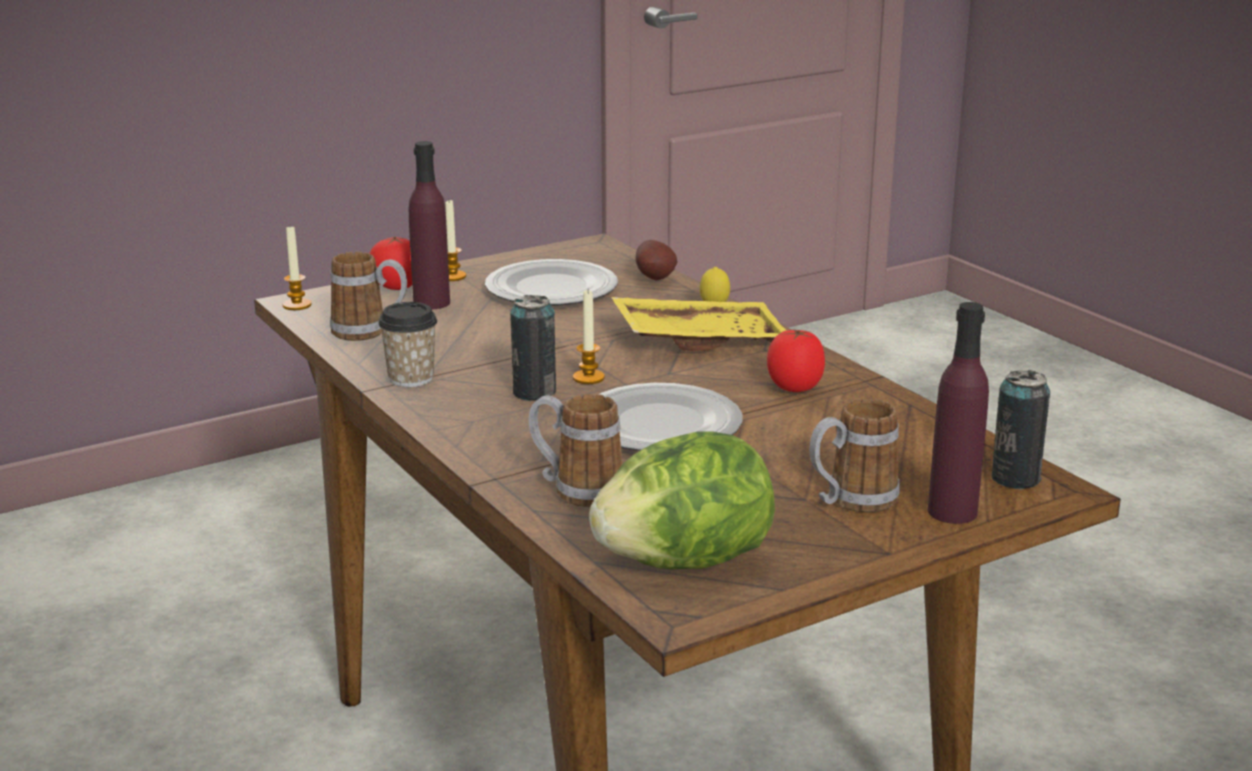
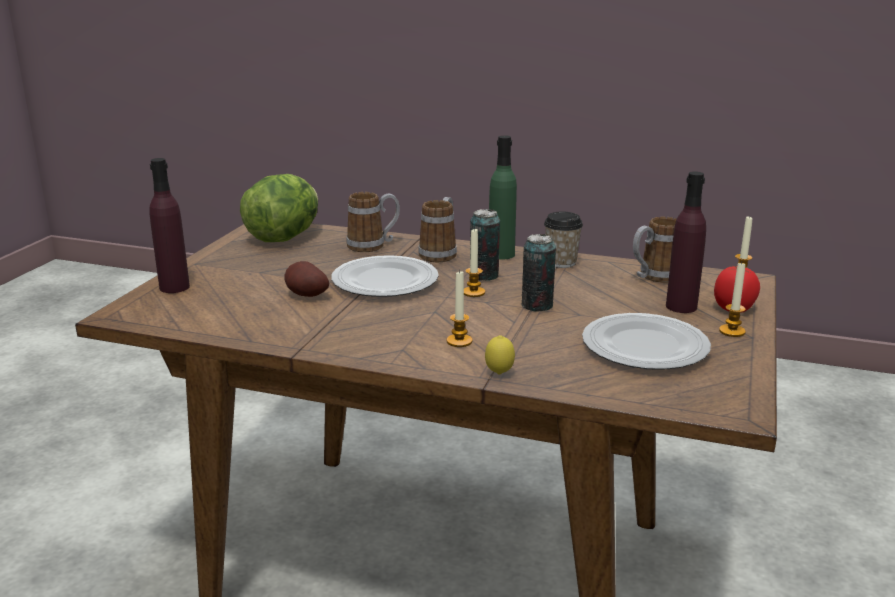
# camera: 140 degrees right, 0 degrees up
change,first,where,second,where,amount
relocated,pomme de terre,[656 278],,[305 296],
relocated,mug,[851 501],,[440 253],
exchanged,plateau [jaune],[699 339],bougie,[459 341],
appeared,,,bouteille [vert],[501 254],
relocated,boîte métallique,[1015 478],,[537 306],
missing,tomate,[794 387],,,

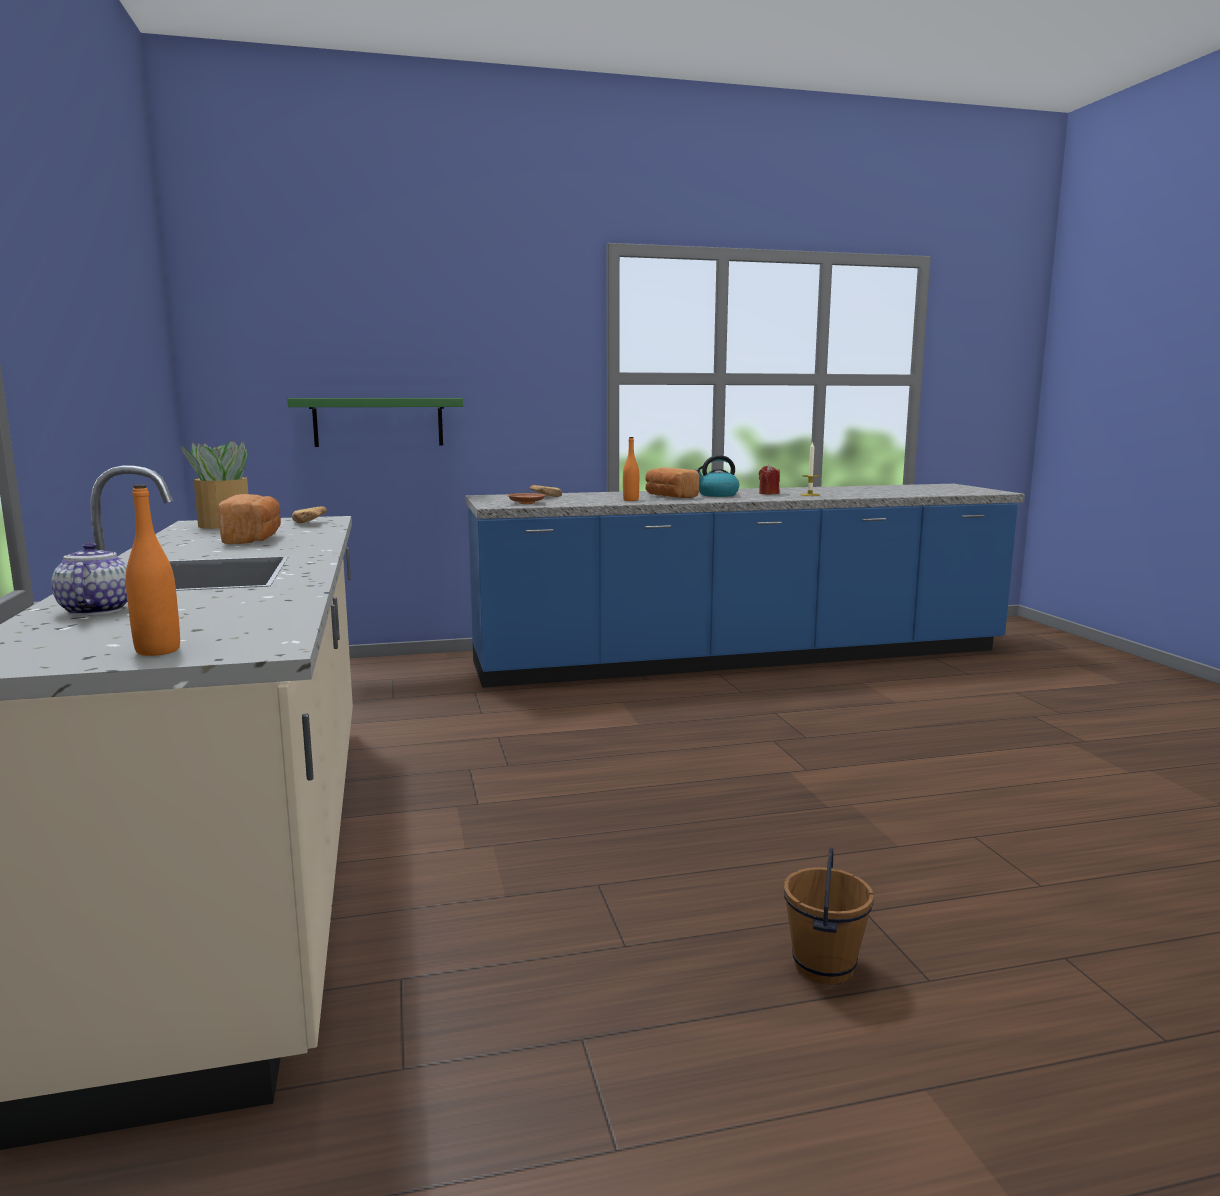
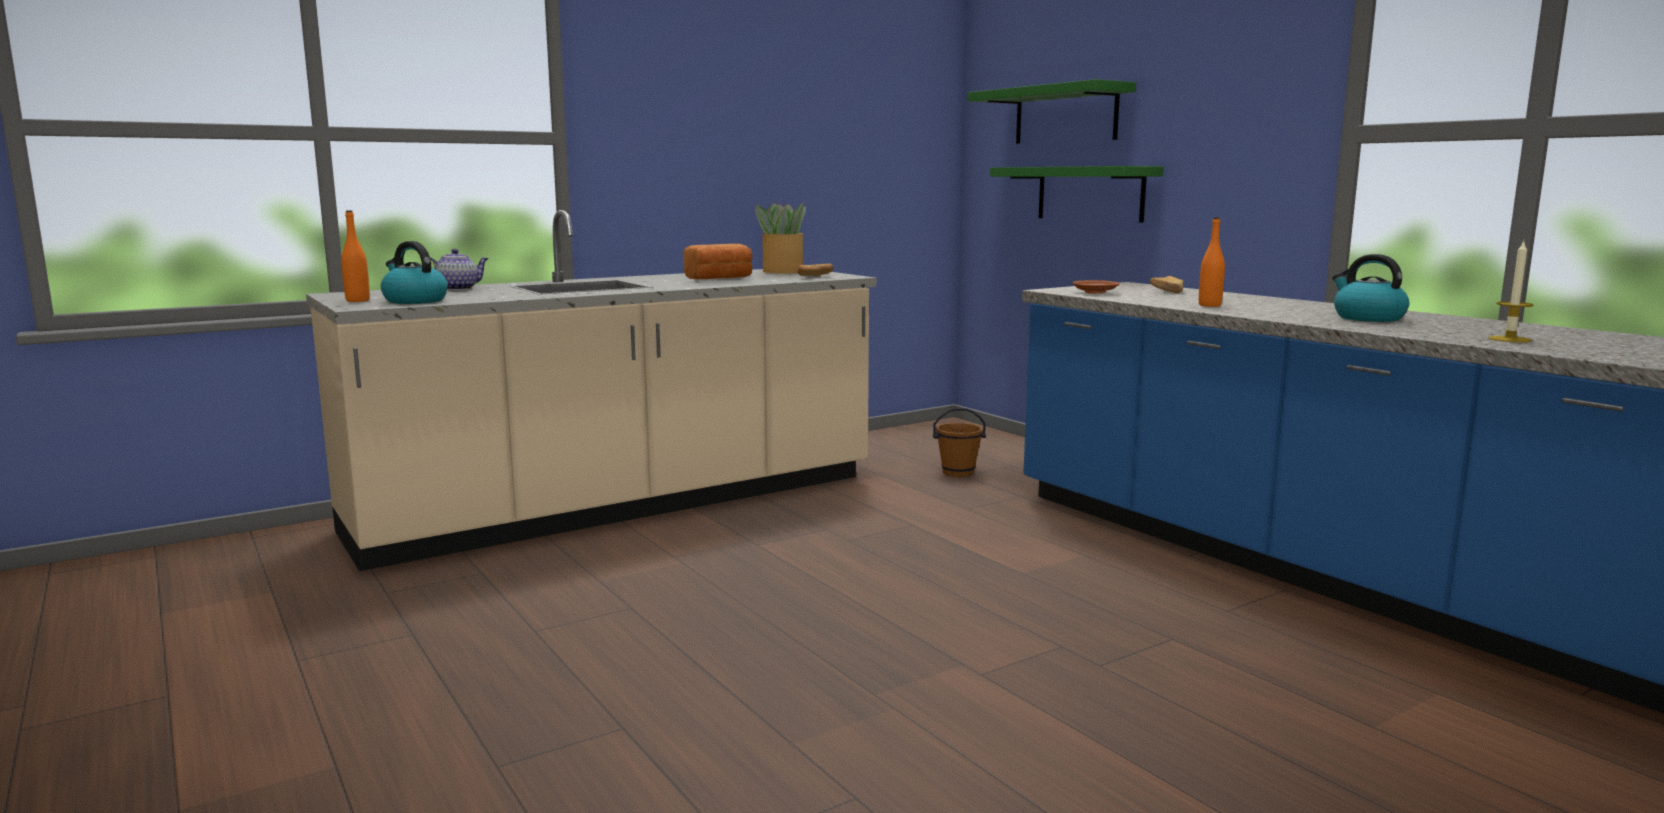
# camera: 70 degrees right, 0 degrees up
change,first,where,second,where,amount
appeared,,,bouilloire,[414 301],
relocated,seau [marron],[822 967],,[958 472],
appeared,,,étagère [vert],[1065 115],
missing,pain,[669 497],,,
missing,bougie [rouge],[768 493],,,

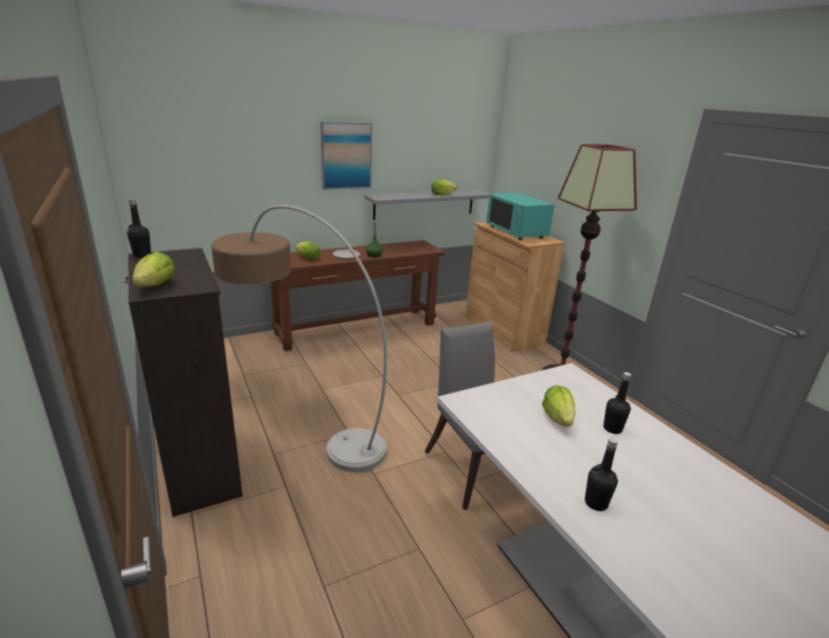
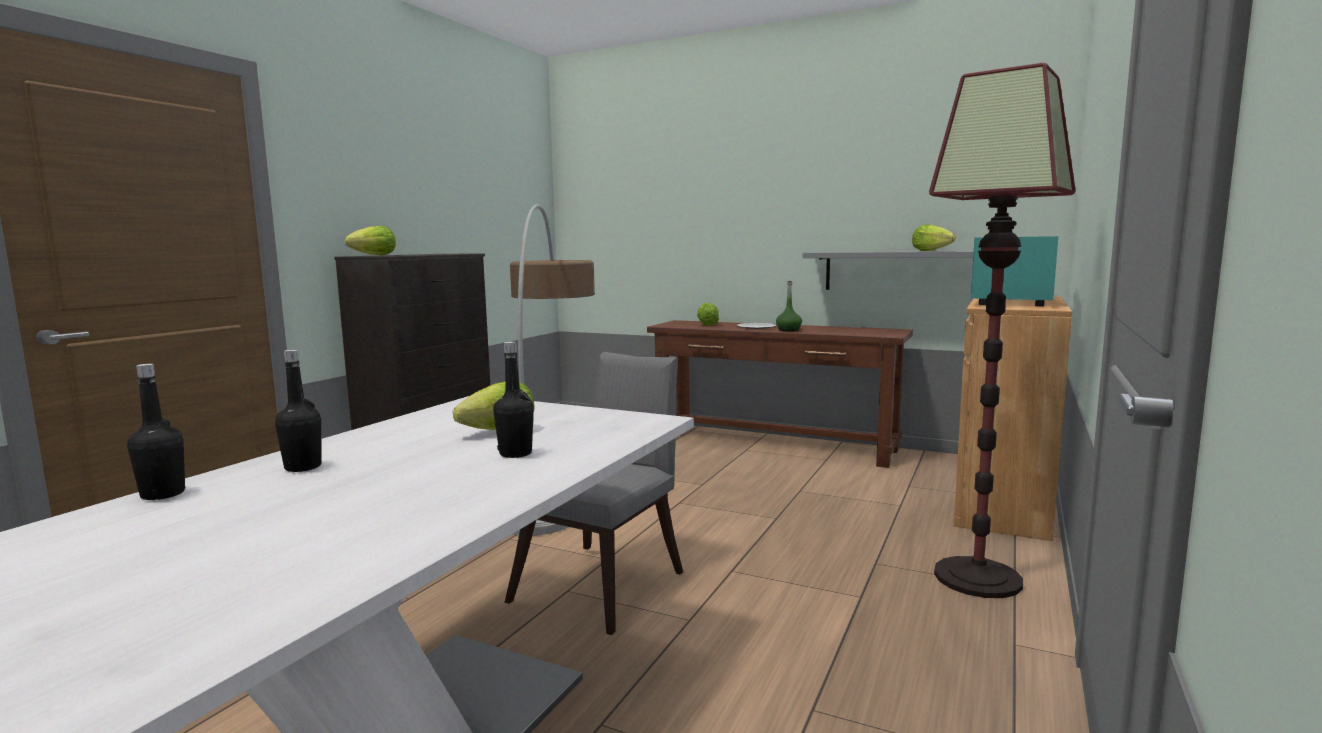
# camera: 55 degrees right, 15 degrees down
change,first,where,second,where,amount
relocated,bouteille [noir],[142 255],,[163 494],
missing,tableau,[346 156],,,

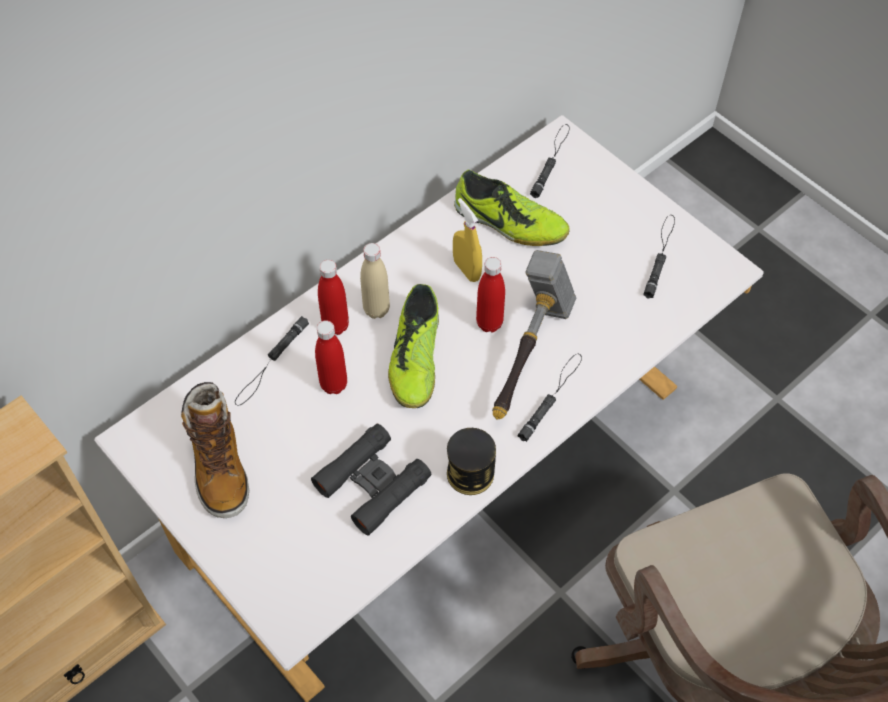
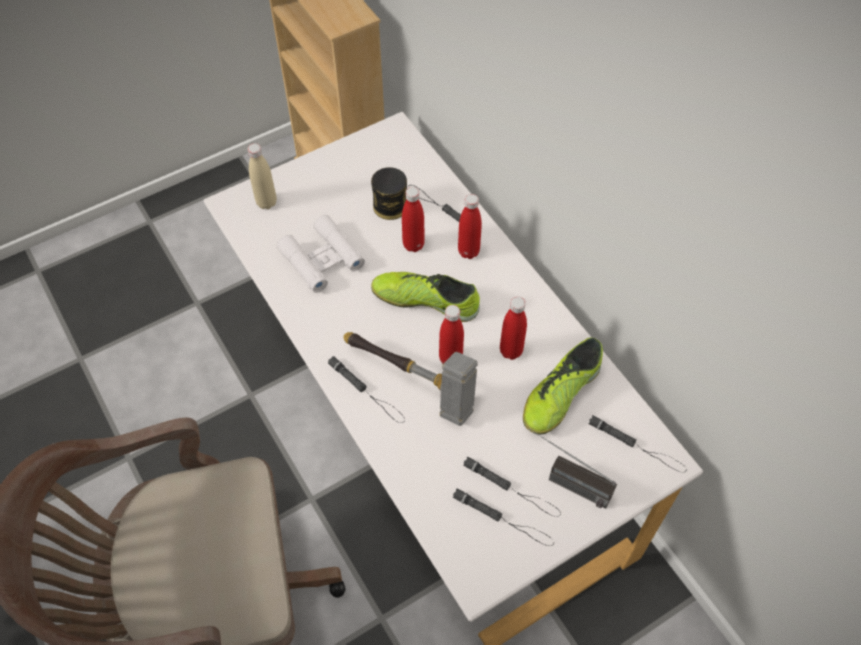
# camera: 100 degrees right, 0 degrees up
change,first,where,second,where,amount
relocated,bouteille [beige],[376 309],,[266 202],
colour,jumelles [noir],[372 483],jumelles [blanc],[322 259],
relocated,boîte métallique,[470 473],,[390 206],
appeared,,,lampe de poche [noir],[512 488],
exchanged,vaporisateur [jaune],[466 270],bouteille [rouge],[511 351],
appeared,,,radio,[563 481],
missing,botte,[219 465],,,

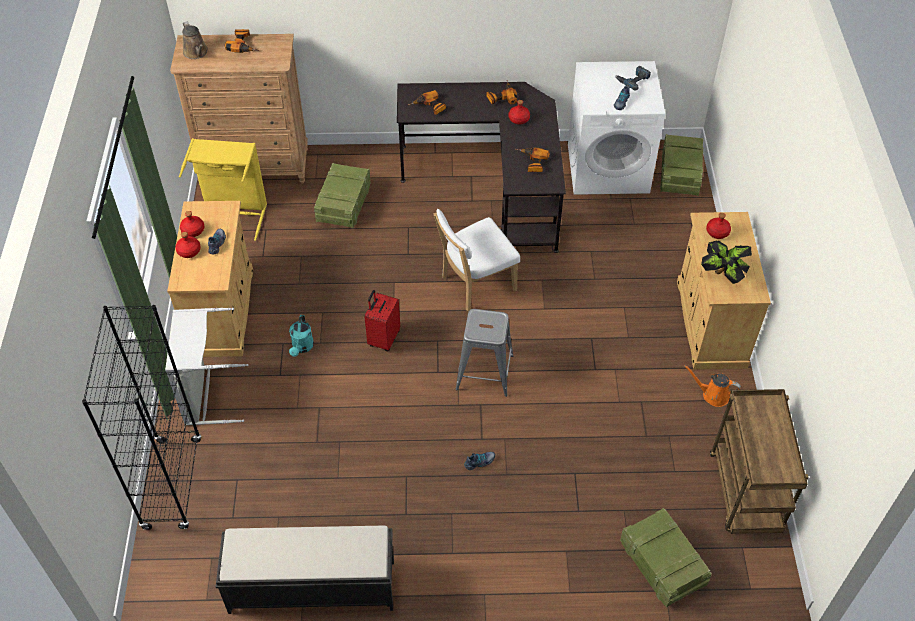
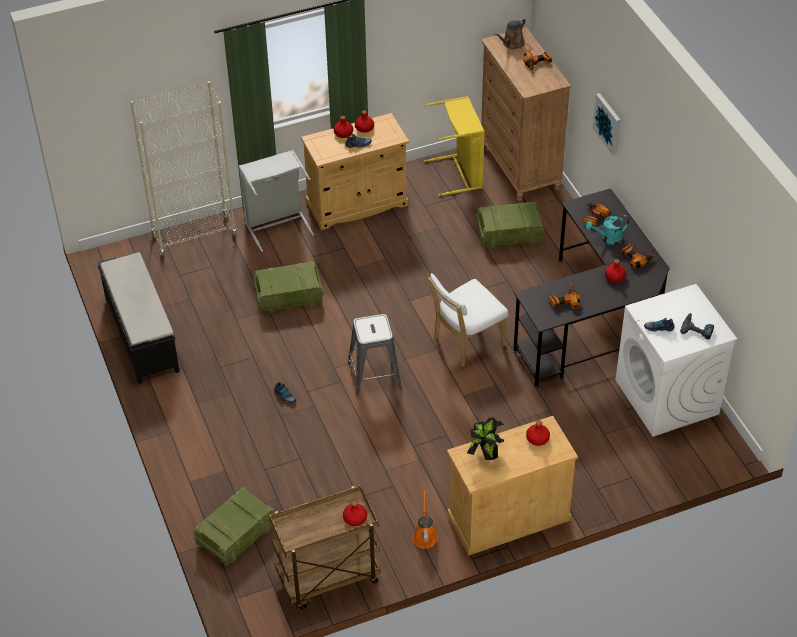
# camera: 70 degrees right, 5 degrees down
change,first,where,second,where,amount
colour,bibliothèque [noir],[172 483],bibliothèque [beige],[194 235],
relocated,caisse,[679 173],,[290 295],
appeared,,,bouteille [rouge],[355 518],
spun,chaise [blanc],[475 284],,[466 342],75 degrees counterclockwise
relocated,arrosoir [turquoise],[302 347],,[608 239],
appeared,,,tableau,[608 123],
missing,valise [rouge],[383 338],,,

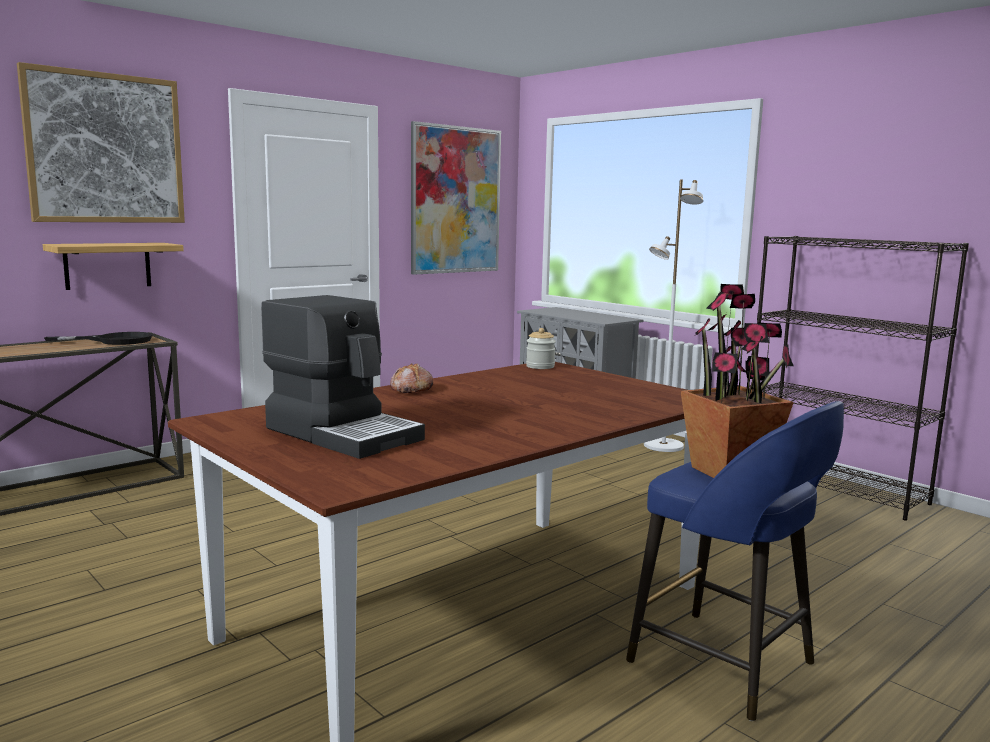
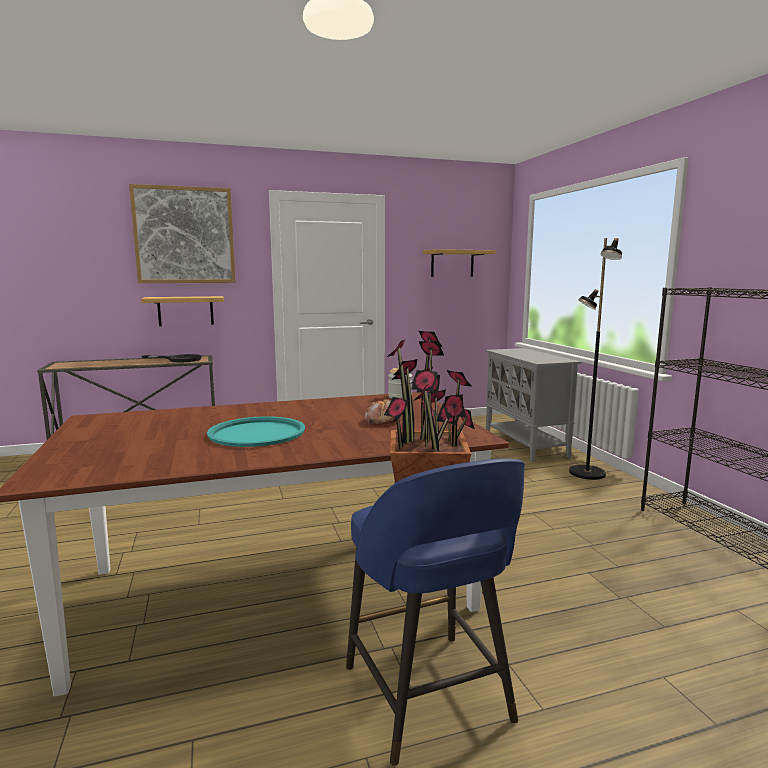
# camera: 25 degrees right, 0 degrees up
change,first,where,second,where,amount
appeared,,,plateau [turquoise],[257 433],
relocated,pain,[410 389],,[381 421],
exchanged,tableau,[456 200],étagère,[452 263],
colour,lampadaire [blanc],[663 446],lampadaire [noir],[586 473],
missing,machine à café,[344 433],,,

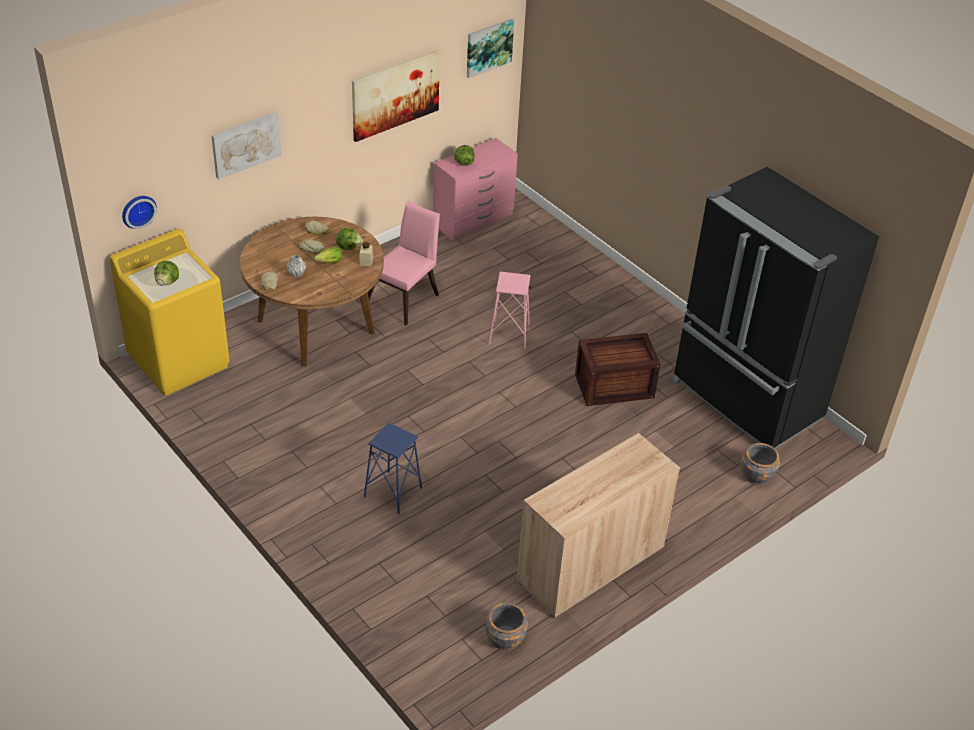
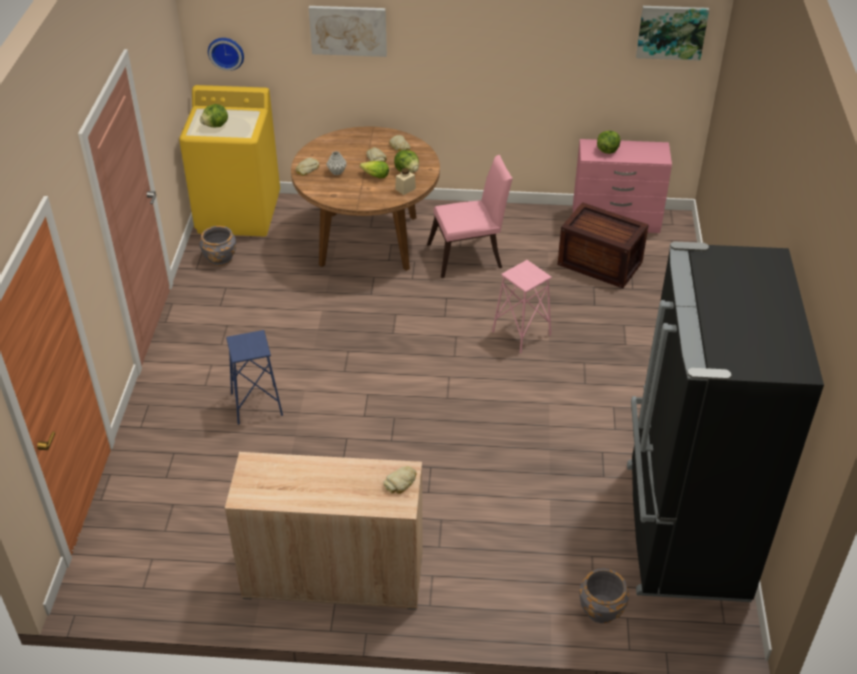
# camera: 45 degrees right, 0 degrees up
change,first,where,second,where,amount
relocated,cache-pot [gris],[505 638],,[220 258],
appeared,,,pain,[401 482],
relocated,caisse,[615 386],,[601 264],
missing,tableau,[395 95],,,

